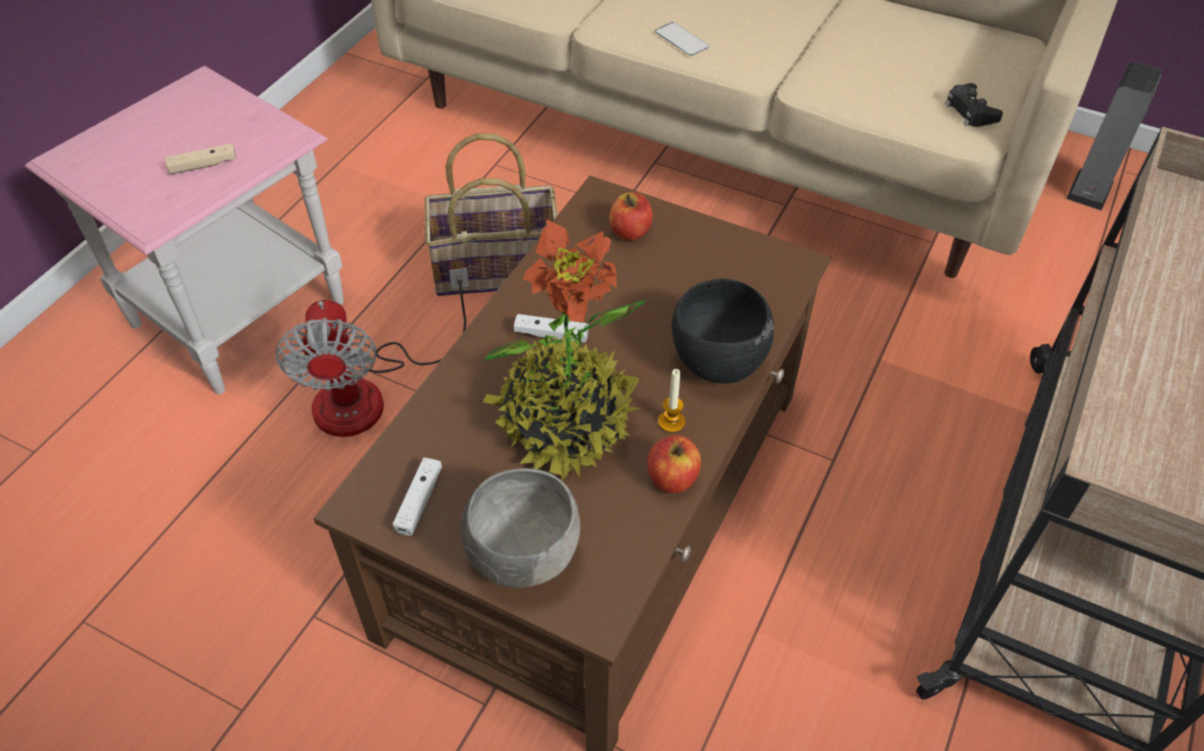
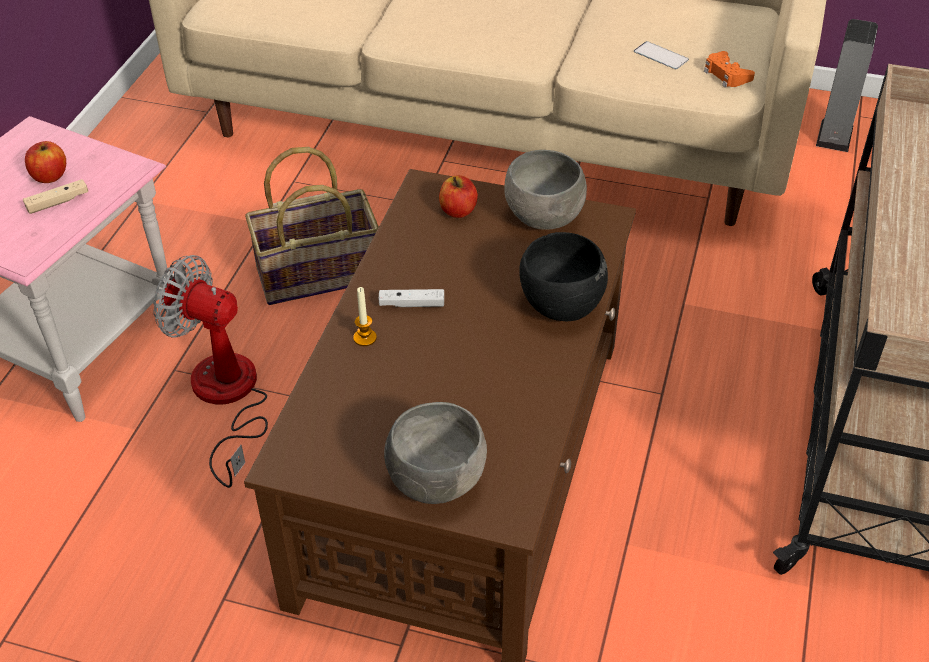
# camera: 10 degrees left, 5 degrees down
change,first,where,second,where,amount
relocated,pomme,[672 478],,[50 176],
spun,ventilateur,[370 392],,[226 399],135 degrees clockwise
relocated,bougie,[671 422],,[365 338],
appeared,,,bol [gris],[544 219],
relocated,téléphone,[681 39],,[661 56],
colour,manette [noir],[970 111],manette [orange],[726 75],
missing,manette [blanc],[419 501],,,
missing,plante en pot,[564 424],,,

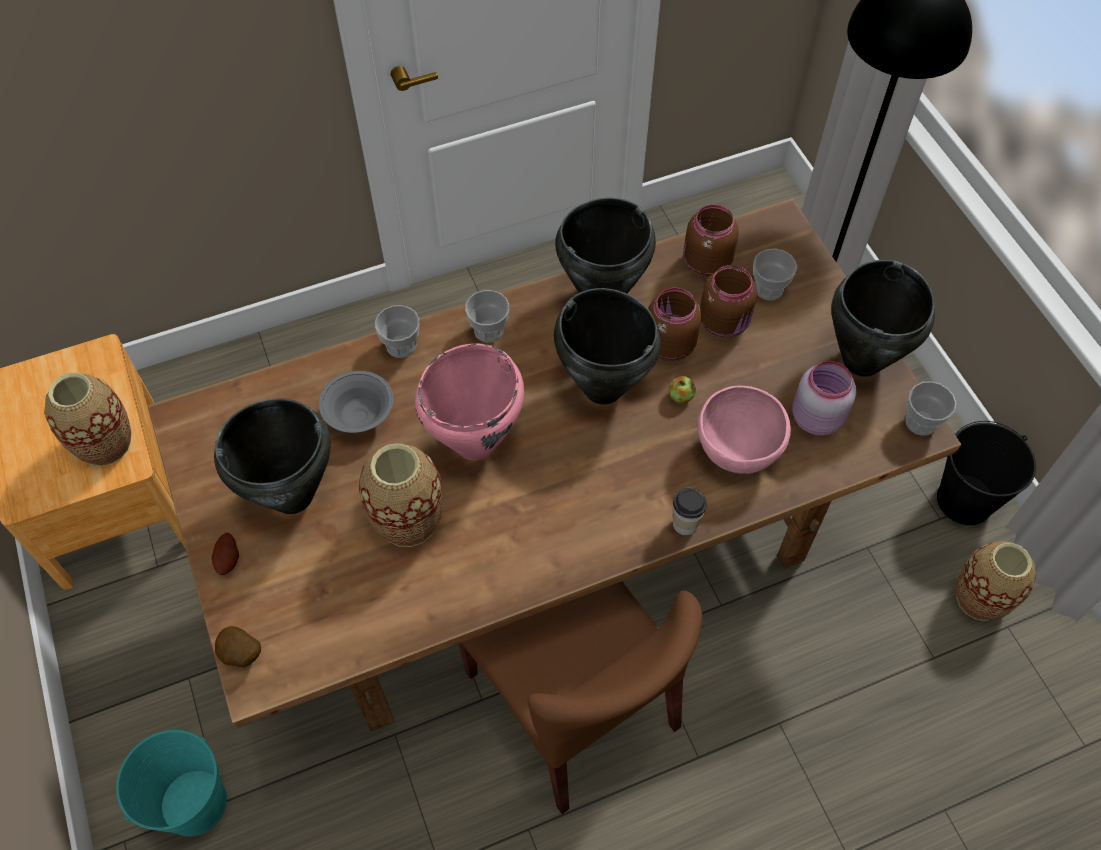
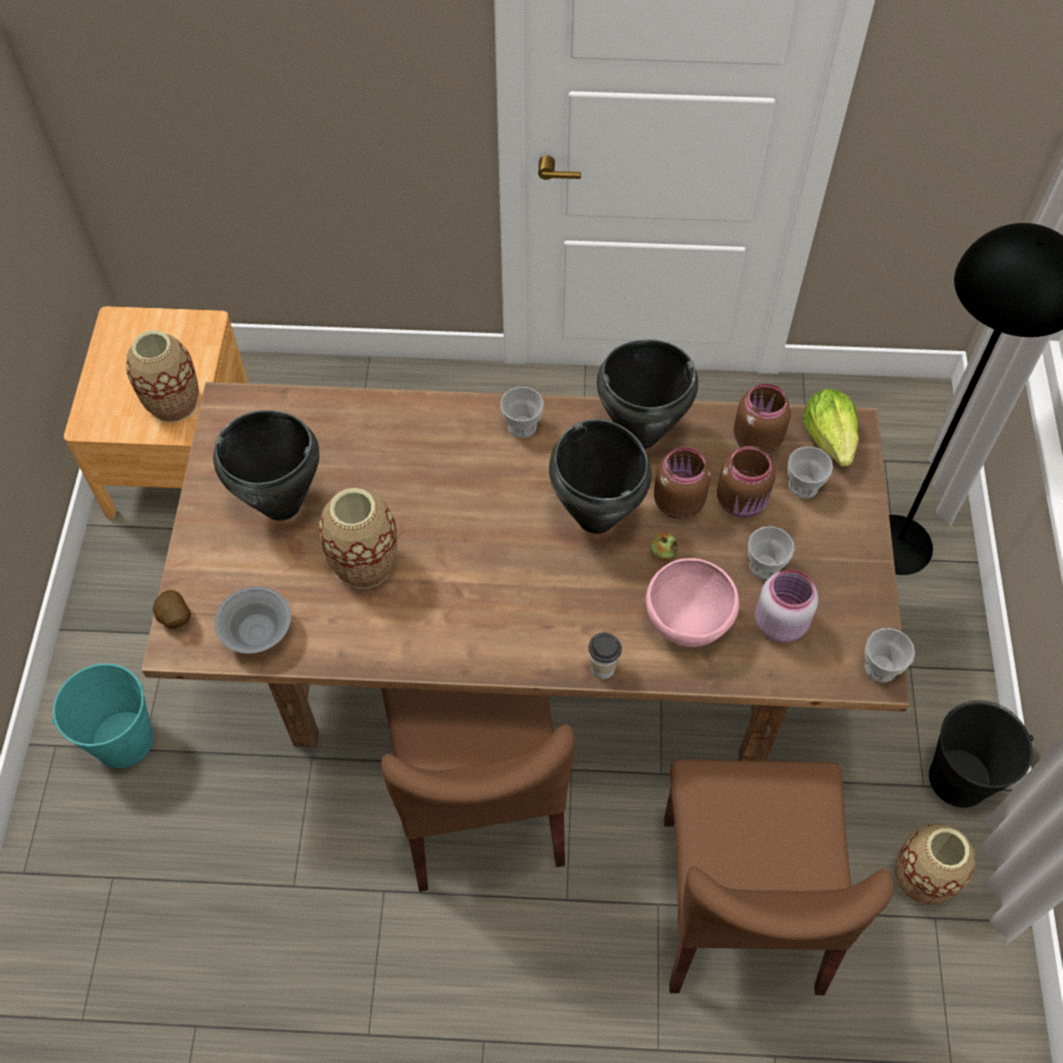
# camera: 25 degrees right, 0 degrees up
change,first,where,second,where,amount
relocated,bol [gris],[360 416],,[257 633],
appeared,,,chaise [marron],[741 905],
relocated,tasse,[401 345],,[764 566],
appeared,,,laitue,[830 439],
missing,pomme de terre,[229 559],,,
missing,marmite [rose],[476 443],,,
missing,marmite [noir],[861 361],,,

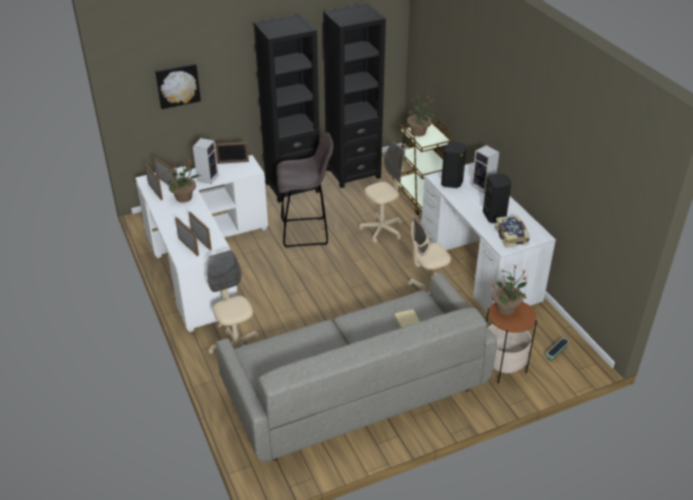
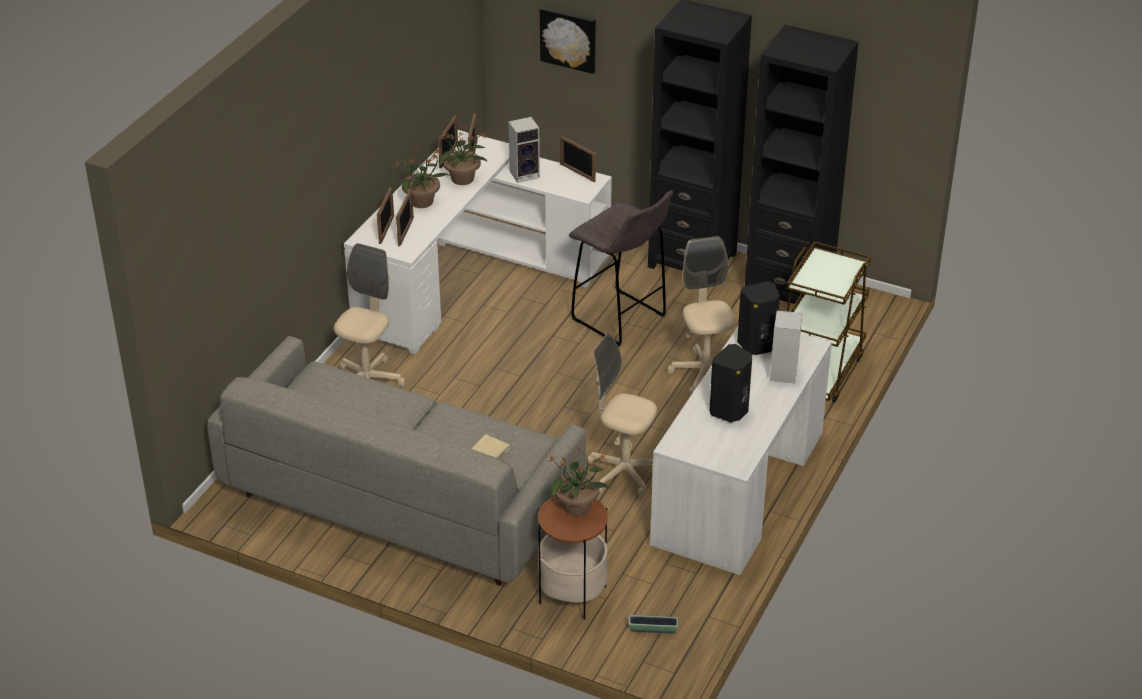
# camera: 50 degrees right, 0 degrees up
change,first,where,second,where,amount
relocated,plante en pot,[418 132],,[422 202],
spun,chaise de bureau [beige],[382 230],,[704 373],120 degrees counterclockwise
missing,livre,[512 236],,,

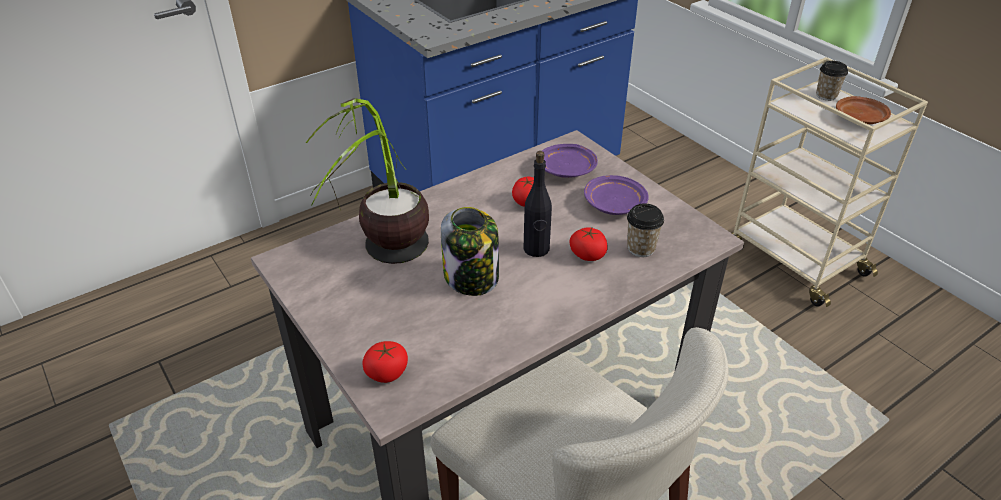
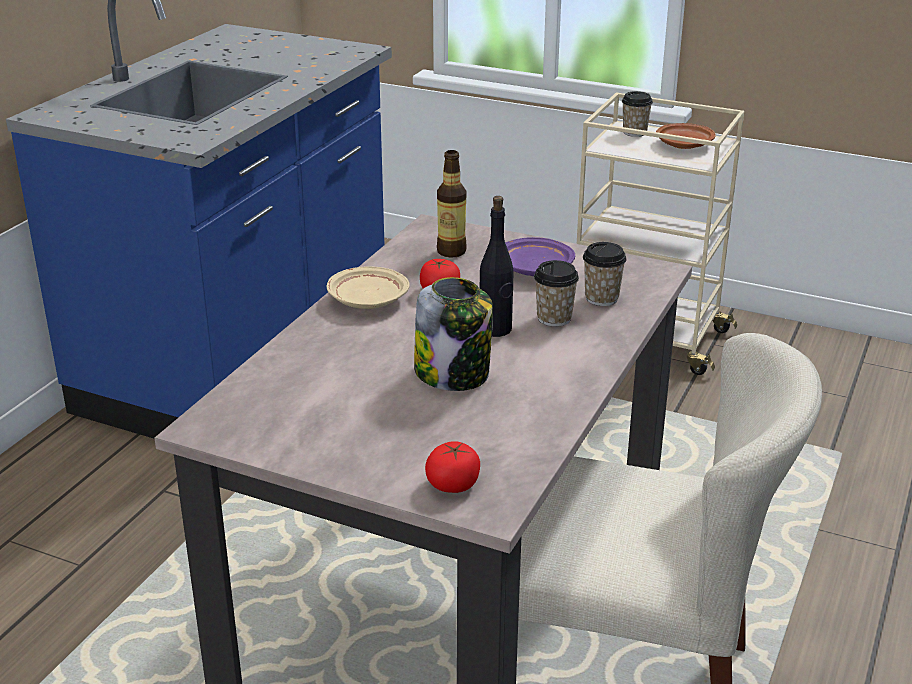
# camera: 30 degrees left, 10 degrees down
change,first,where,second,where,amount
appeared,,,assiette [beige],[367 300],
exchanged,assiette [violet],[567 169],bouteille,[451 251],
exchanged,tomate,[588 254],tasse,[554 318],
missing,plante en pot,[388 268],,,

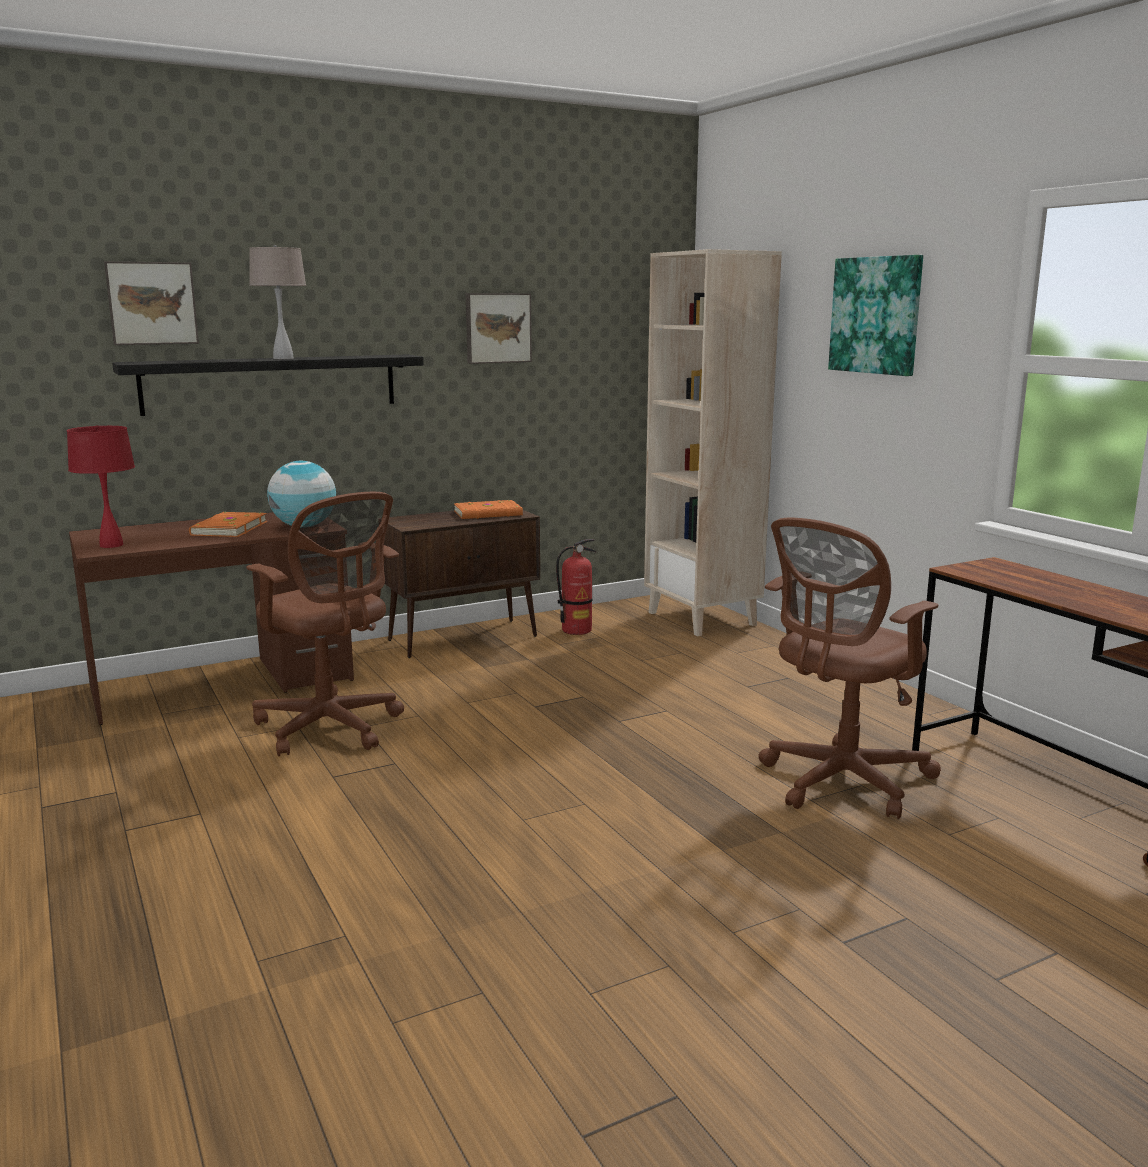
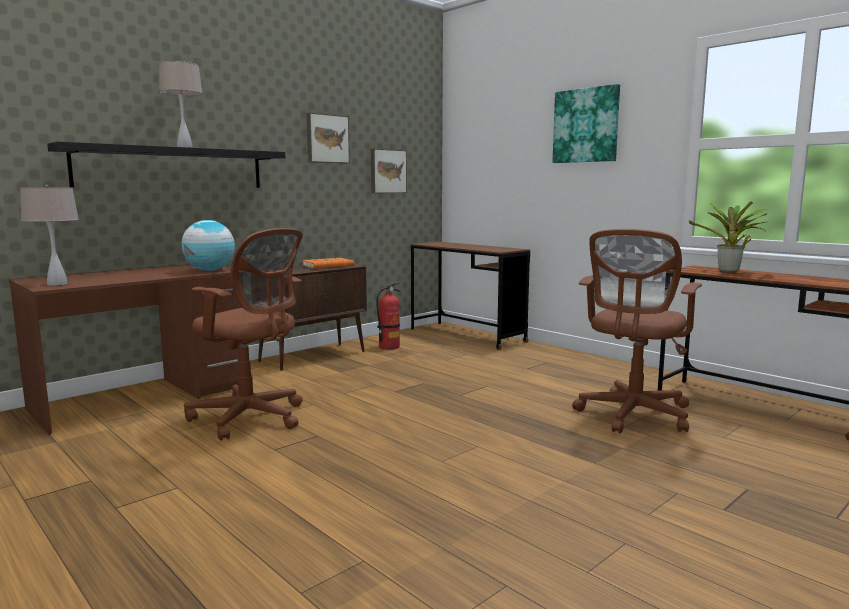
# camera: 15 degrees left, 5 degrees down
change,first,where,second,where,amount
colour,lampe de table [rouge],[111 545],lampe de table [beige],[57 284],
relocated,tableau,[151 303],,[387 171],
exchanged,bibliothèque [beige],[703 619],bureau [marron],[466 335],
appeared,,,plante en pot,[729 271],
missing,livre [orange],[228 528],,,

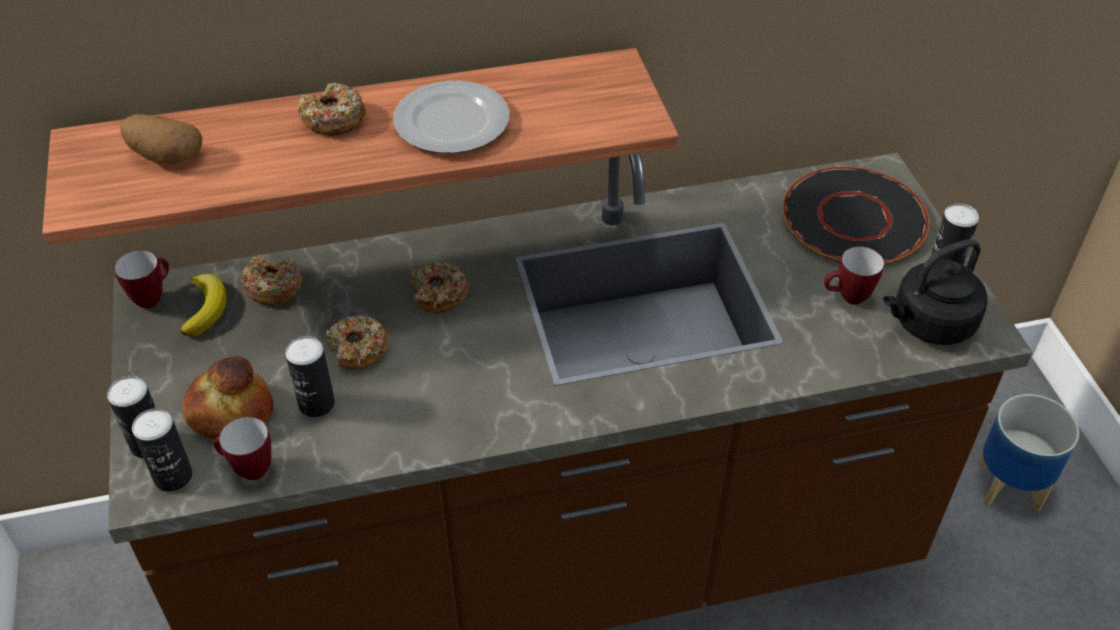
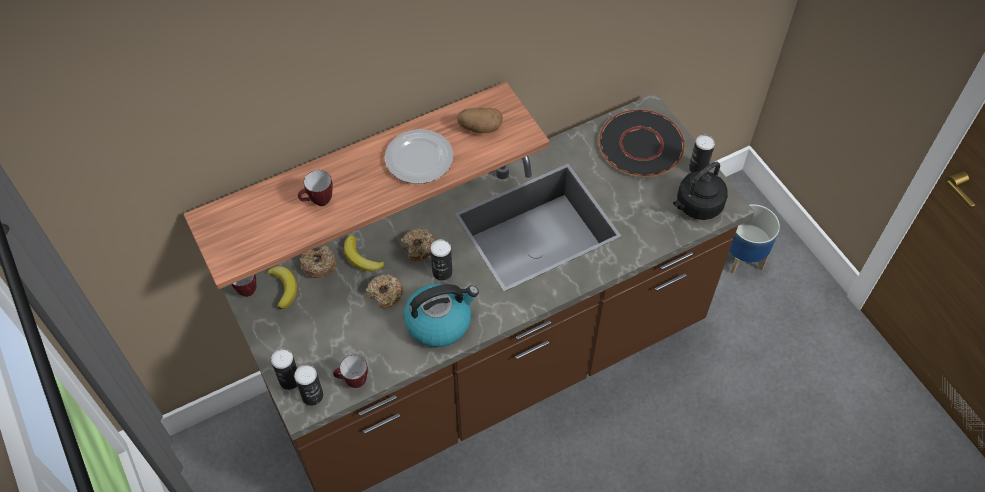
# camera: 15 degrees left, 10 degrees up
change,first,where,second,where,amount
relocated,mug,[847 298],,[318 202],
appeared,,,banane,[361 258],
appeared,,,bouilloire,[439 321],
relocated,boîte métallique,[316 404],,[442 272],
relocated,pomme de terre,[165 156],,[479 128],
missing,pain,[229 412],,,
missing,beignet,[333 119],,,

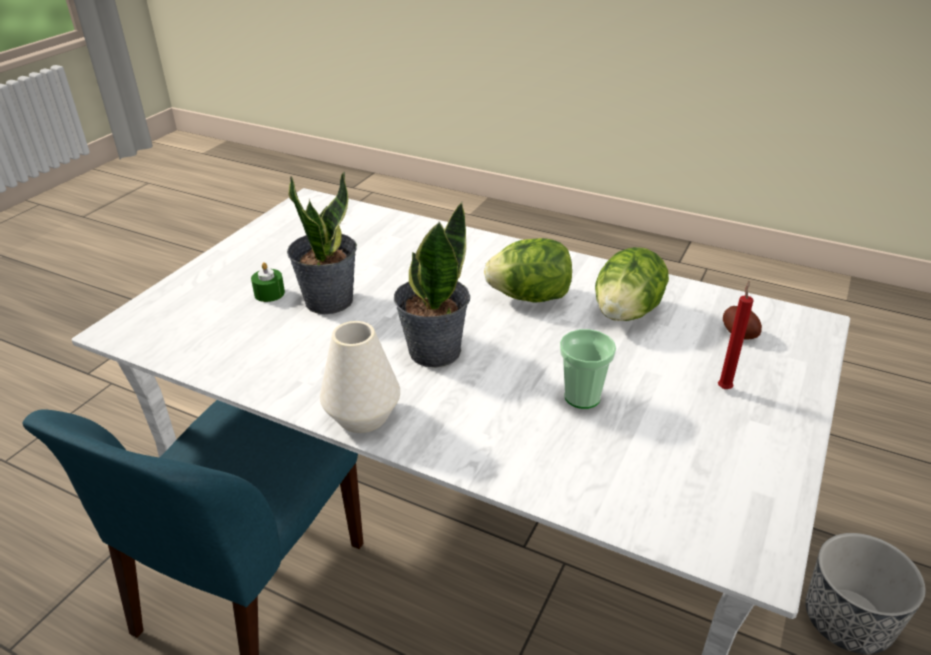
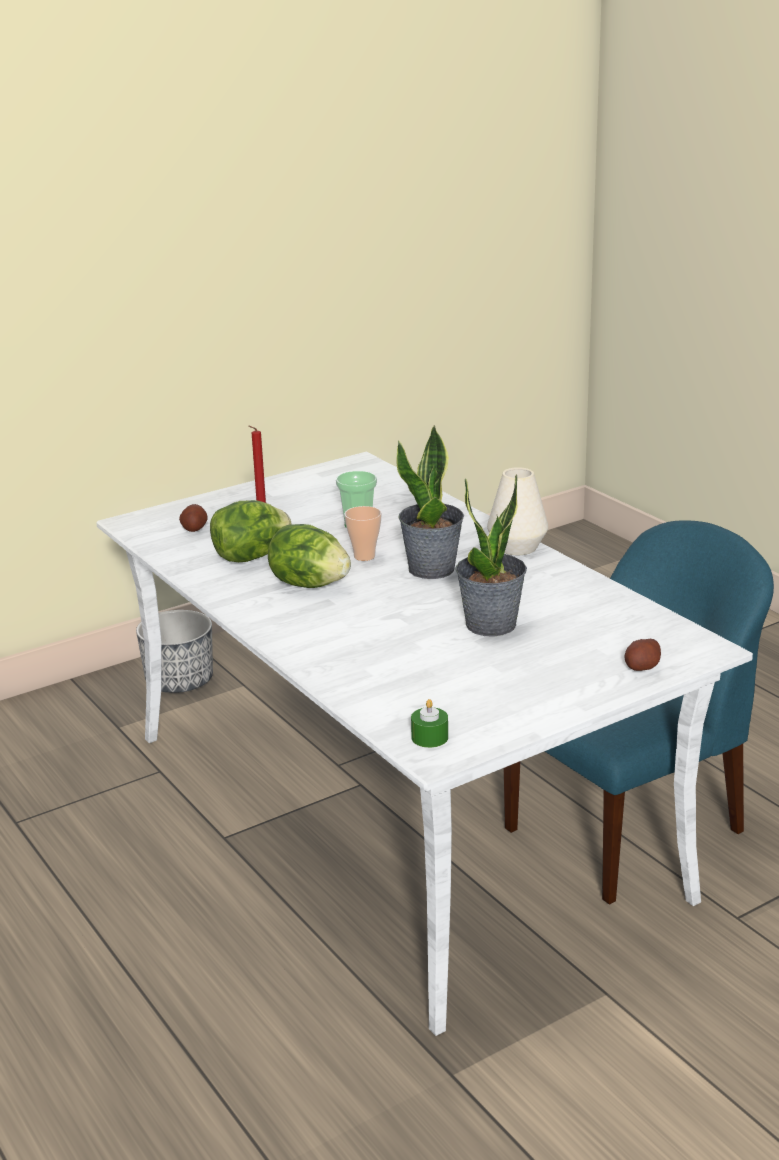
# camera: 150 degrees left, 10 degrees down
change,first,where,second,where,amount
appeared,,,tasse,[364 556],
relocated,bougie [vert],[269 293],,[429 737],
appeared,,,pomme de terre,[642 667],

